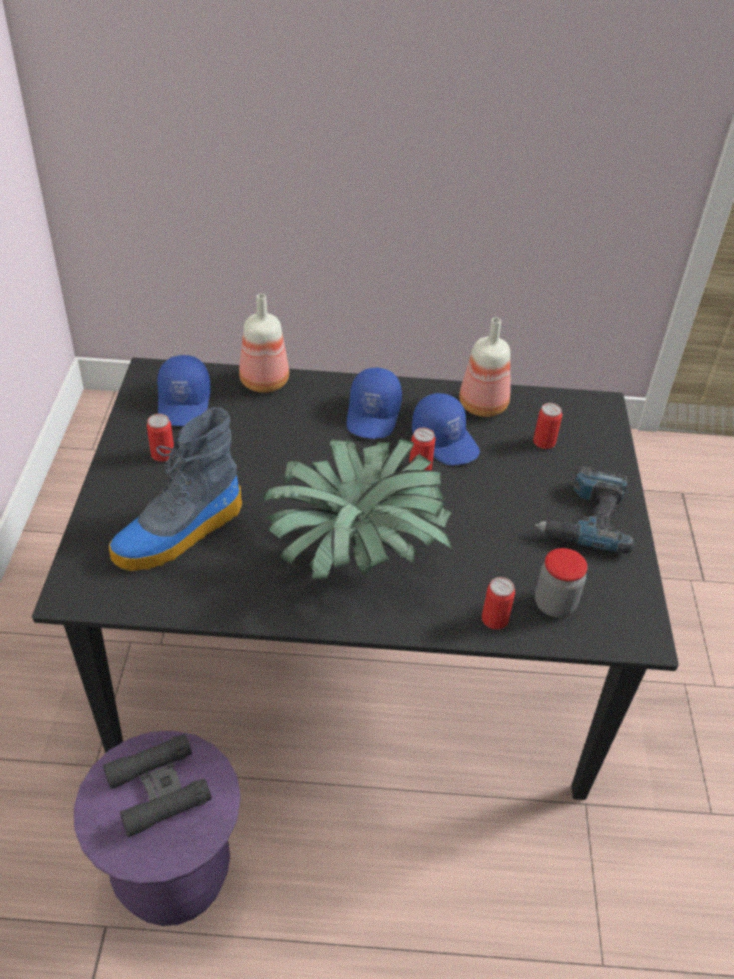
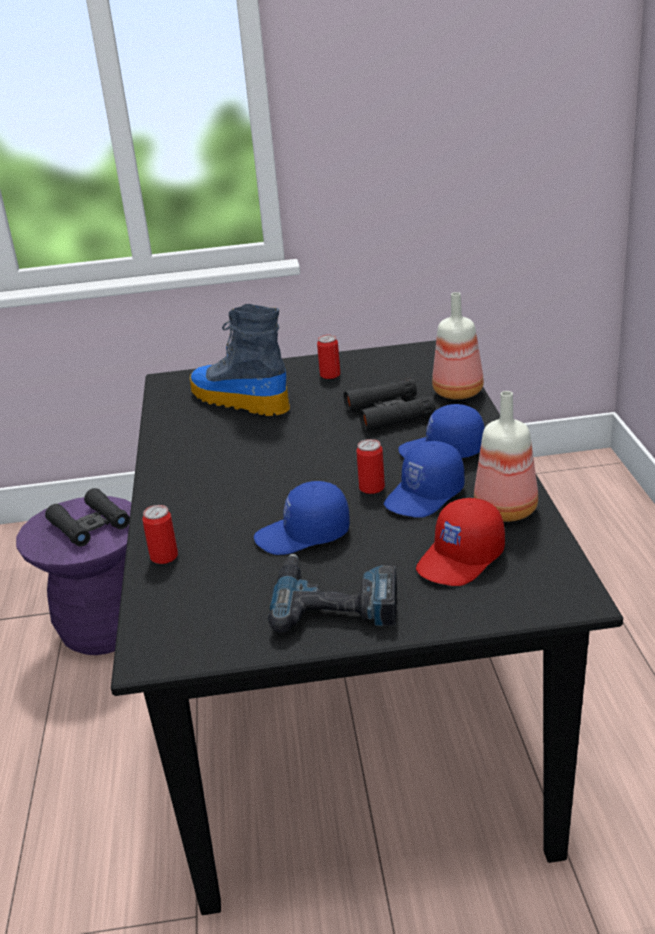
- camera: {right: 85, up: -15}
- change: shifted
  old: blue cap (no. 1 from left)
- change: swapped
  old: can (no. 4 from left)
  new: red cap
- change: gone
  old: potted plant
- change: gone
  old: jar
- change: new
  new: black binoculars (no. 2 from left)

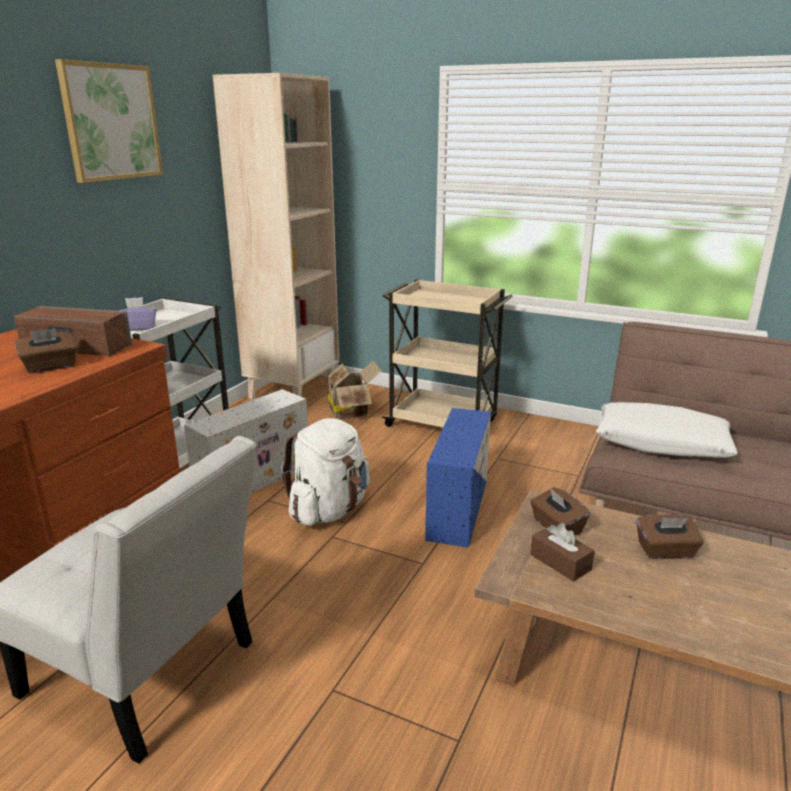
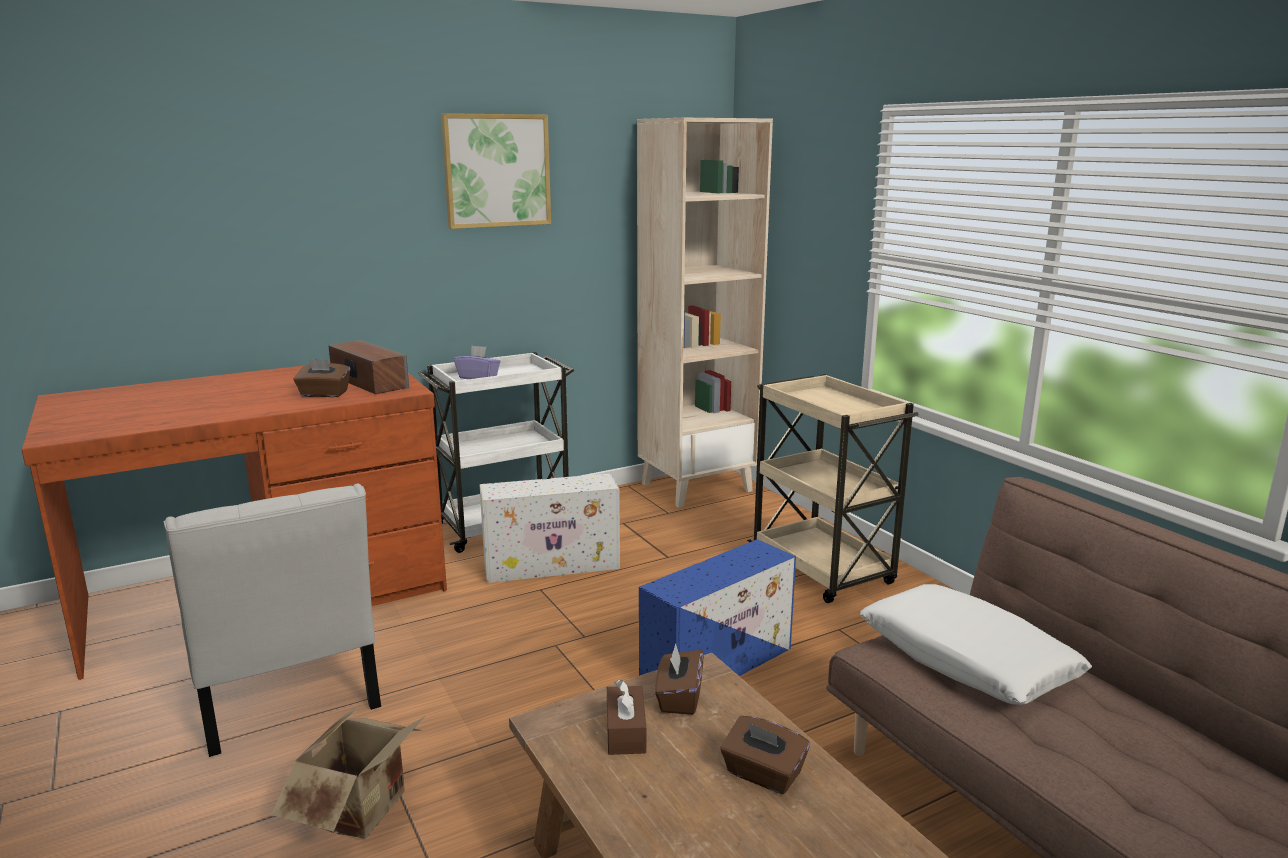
- camera: {right: 35, up: -5}
- change: shifted
  old: cardboard box
- change: gone
  old: white backpack

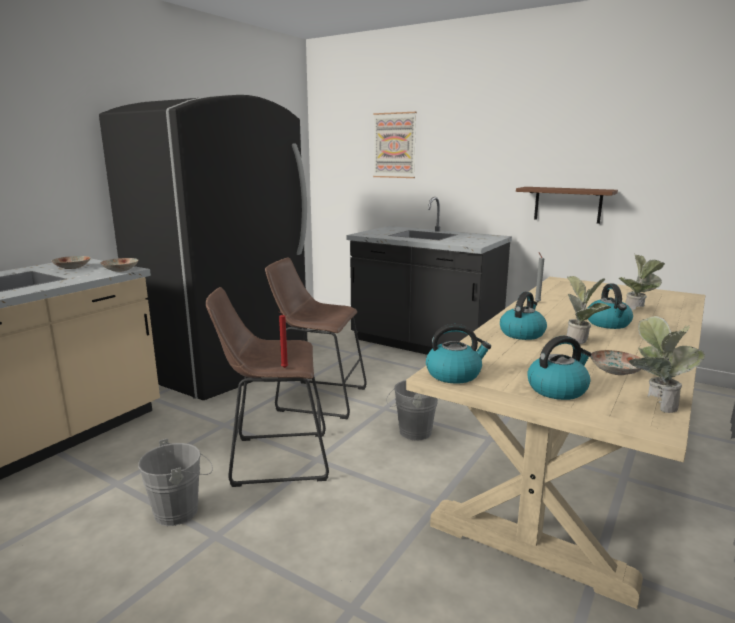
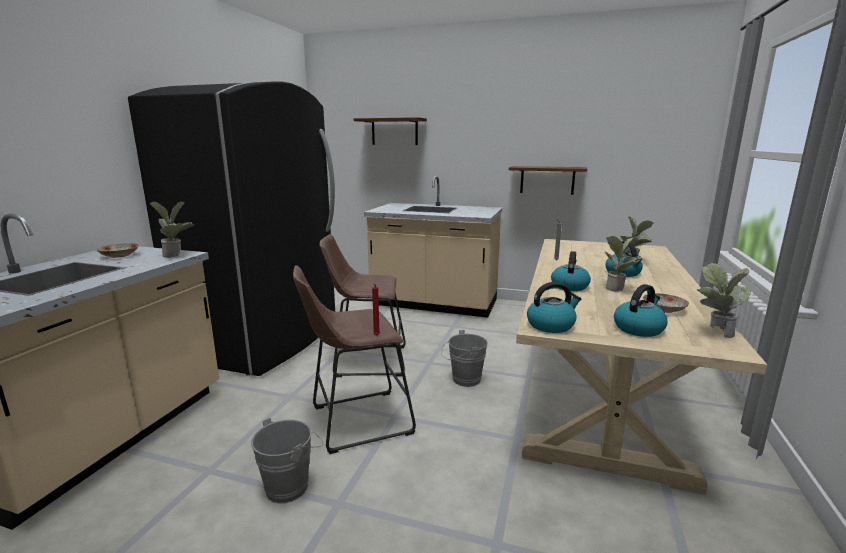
- camera: {right: -15, up: 0}
- change: swapped
  old: picture
  new: brown shelf (no. 1 from left)
- change: repainted
  old: black counter
  new: beige counter (no. 2 from left)
- change: swapped
  old: plate (no. 2 from left)
  new: potted plant (no. 1 from left)

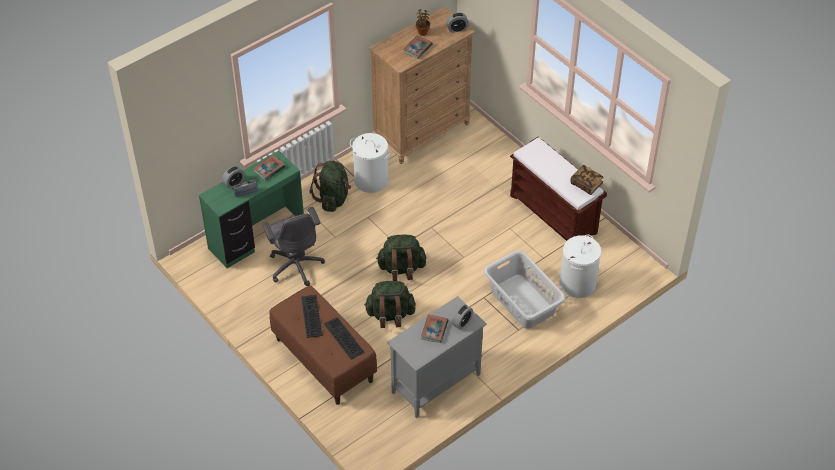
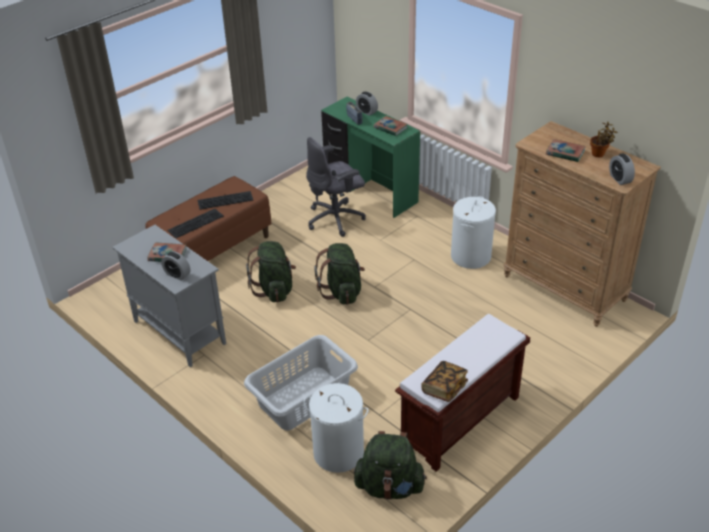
- camera: {right: 85, up: -10}
- change: shifted
  old: green backpack (no. 1 from left in the first image)
  new: green backpack (no. 3 from left)

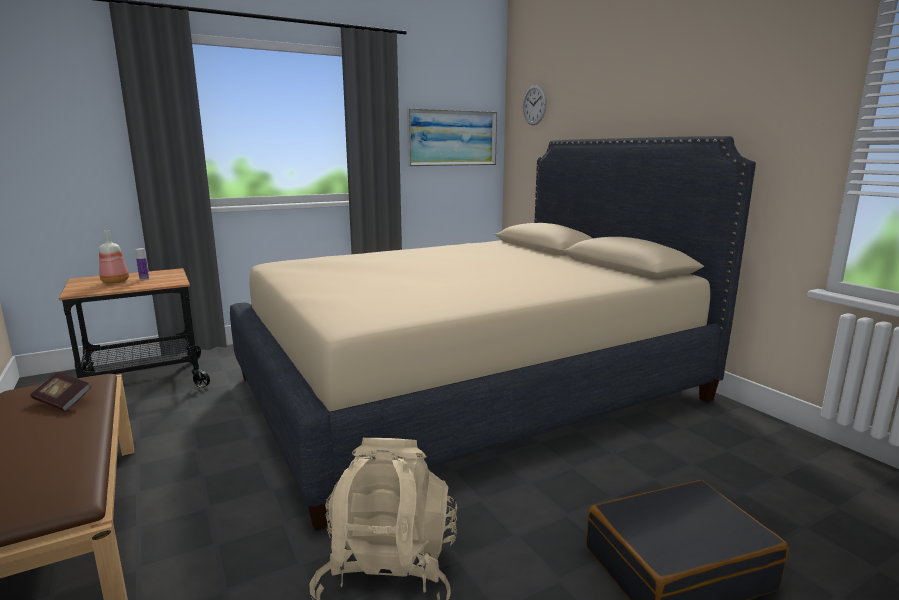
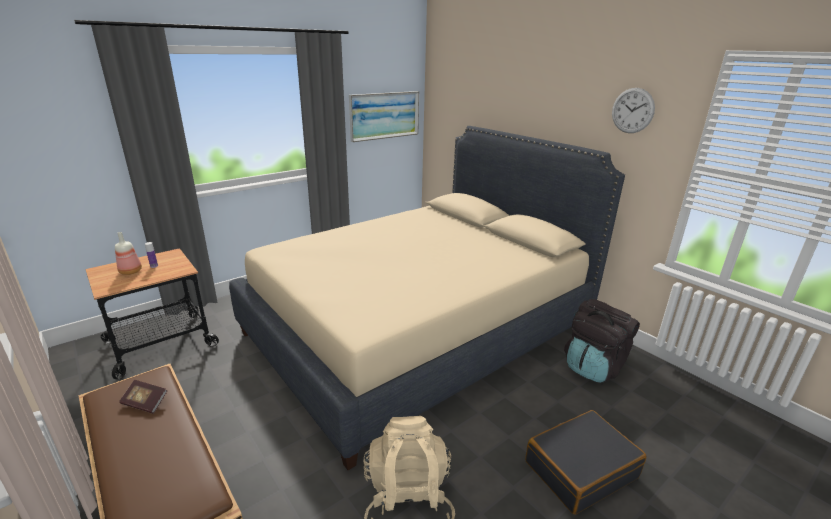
- camera: {right: -10, up: 10}
- change: shifted
  old: wall clock
- change: new
  new: black backpack

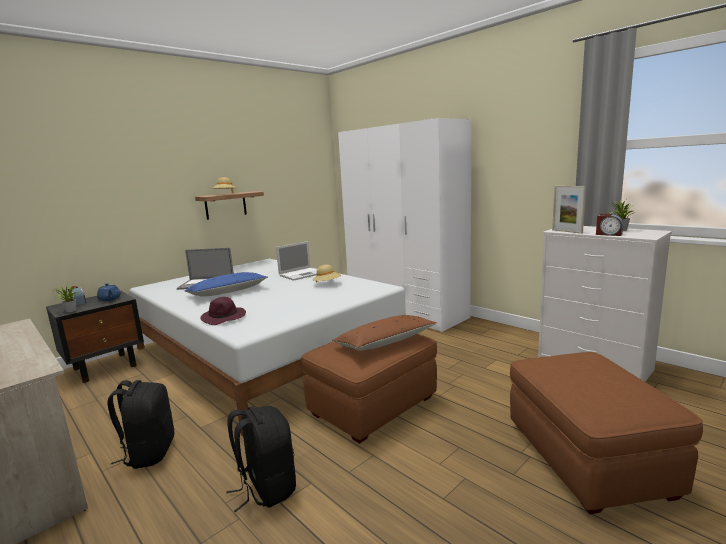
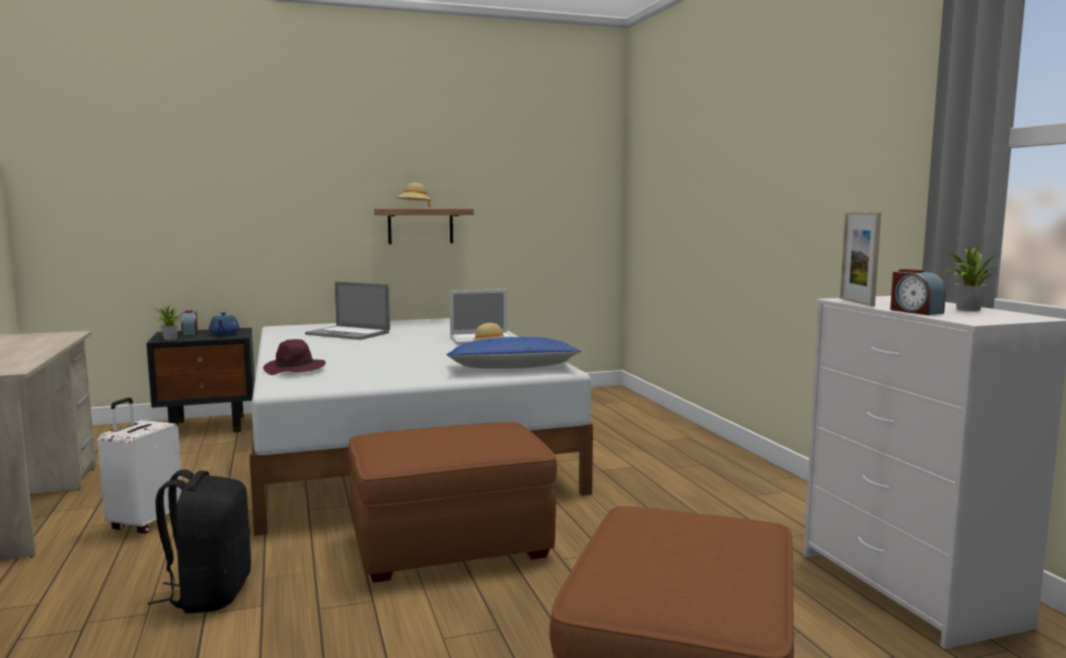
- camera: {right: 25, up: -5}
- change: gone
  old: white wardrobe
- change: shifted
  old: blue pillow
- change: gone
  old: brown pillow
- change: swapped
  old: black backpack (no. 1 from left)
  new: white suitcase

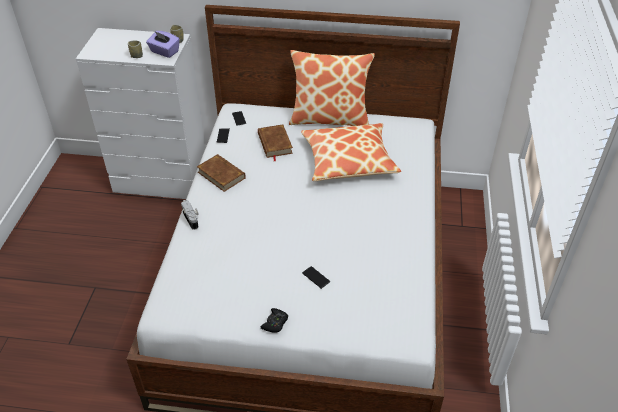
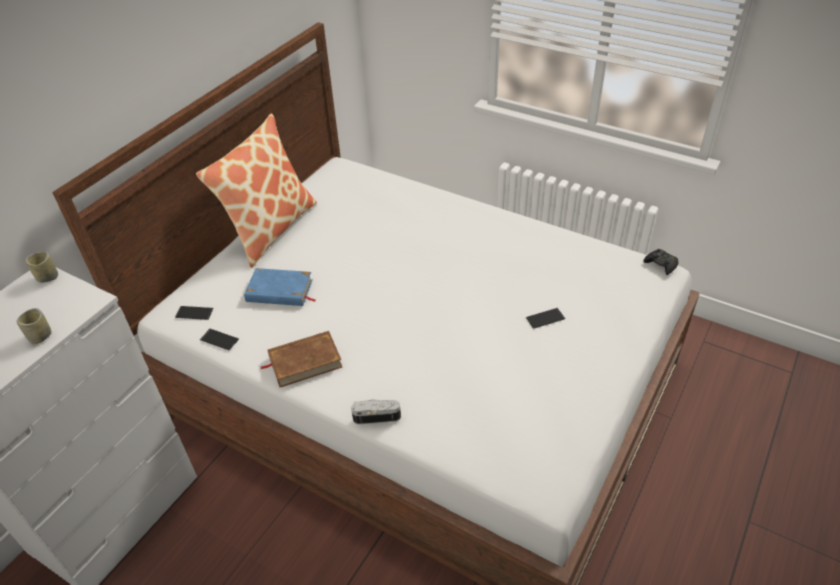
- camera: {right: -65, up: 0}
- change: gone
  old: purple tissue box
- change: gone
  old: pillow (no. 2 from left)
- change: repainted
  old: brown book (no. 2 from left)
  new: blue book
- change: shifted
  old: black game controller

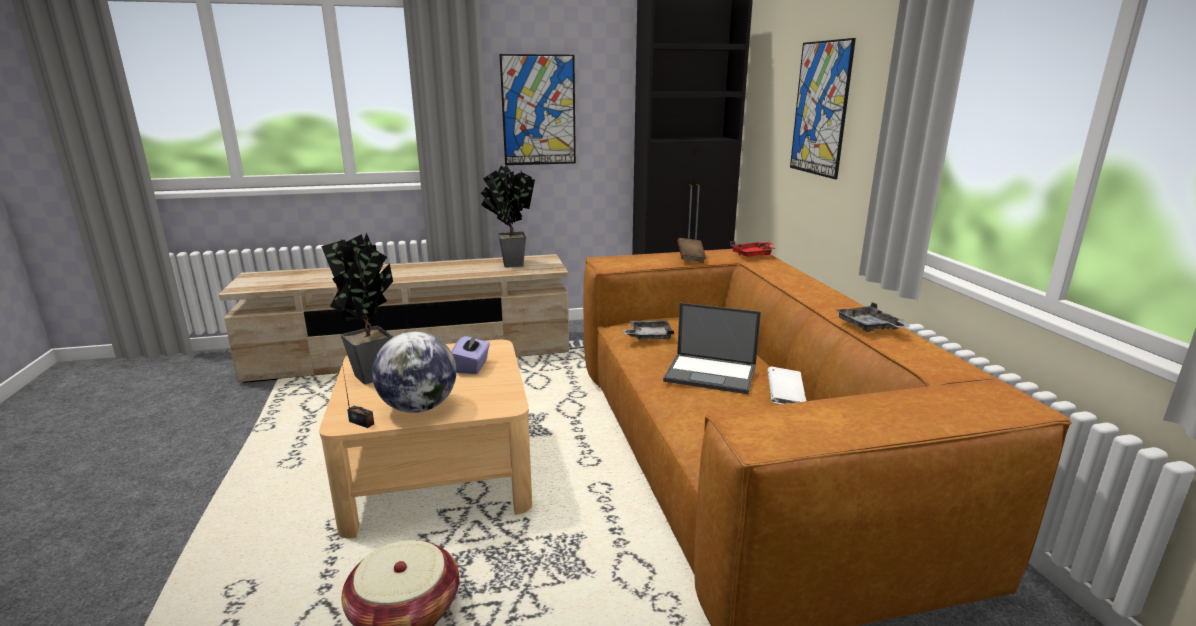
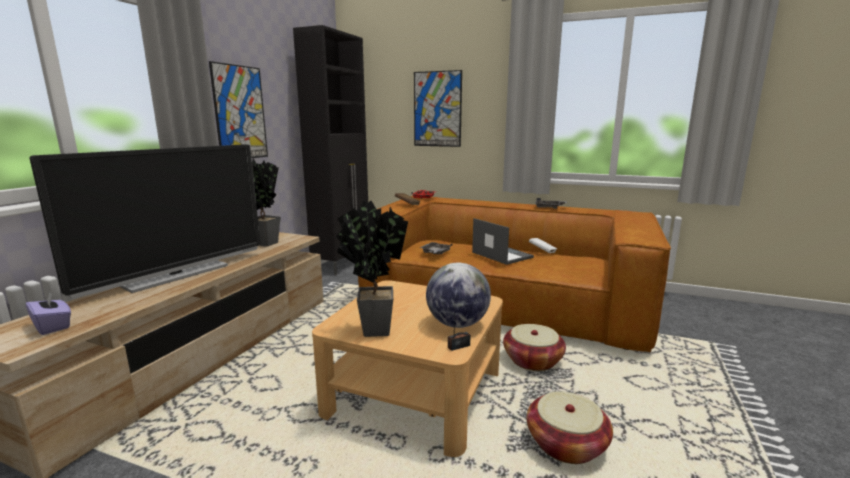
- camera: {right: -55, up: -5}
- change: rotated
  old: laptop
  degrees: -90
- change: shifted
  old: purple tissue box
- change: new
  new: television
- change: new
  new: basket (no. 1 from left)

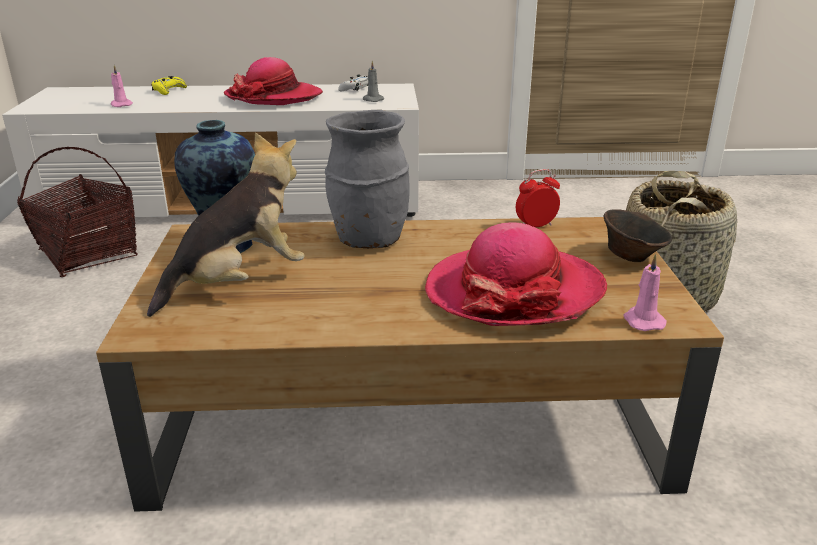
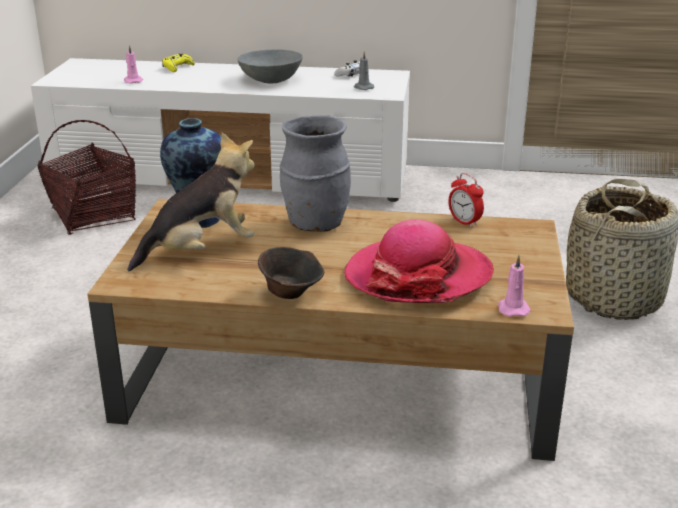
- camera: {right: 10, up: 0}
- change: swapped
  old: hat (no. 1 from left)
  new: grey bowl
- change: rotated
  old: alarm clock
  degrees: -120
- change: shifted
  old: brown bowl

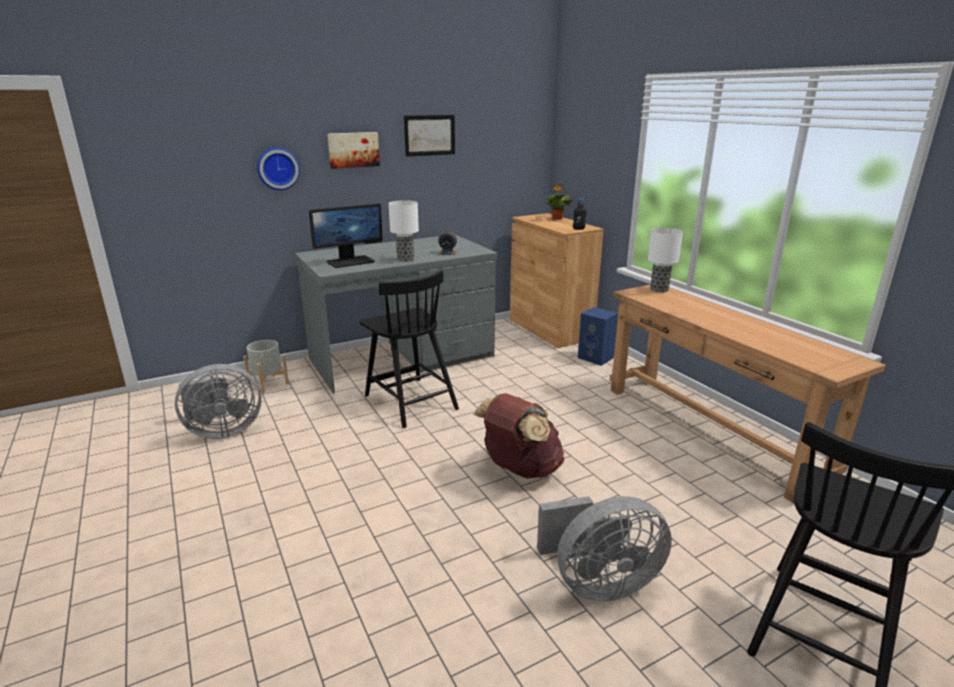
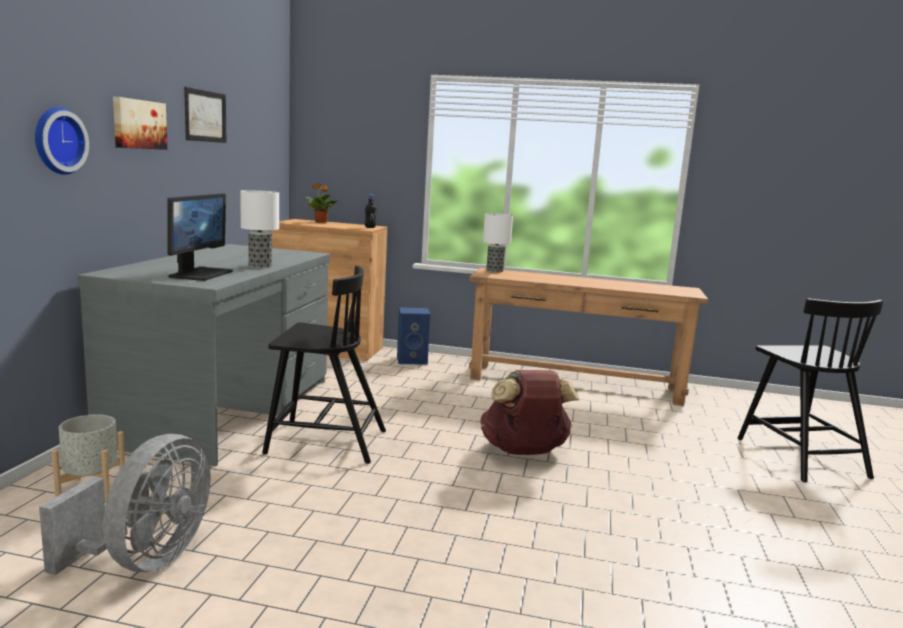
- camera: {right: -50, up: -10}
- change: gone
  old: alarm clock
- change: gone
  old: grey fan (no. 2 from left)

